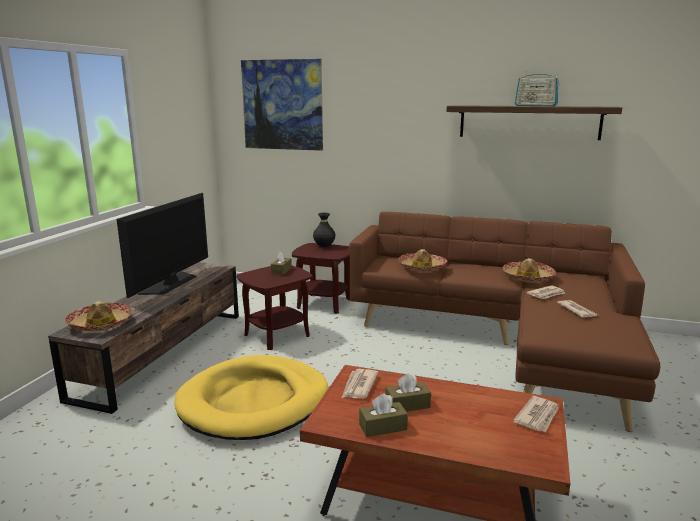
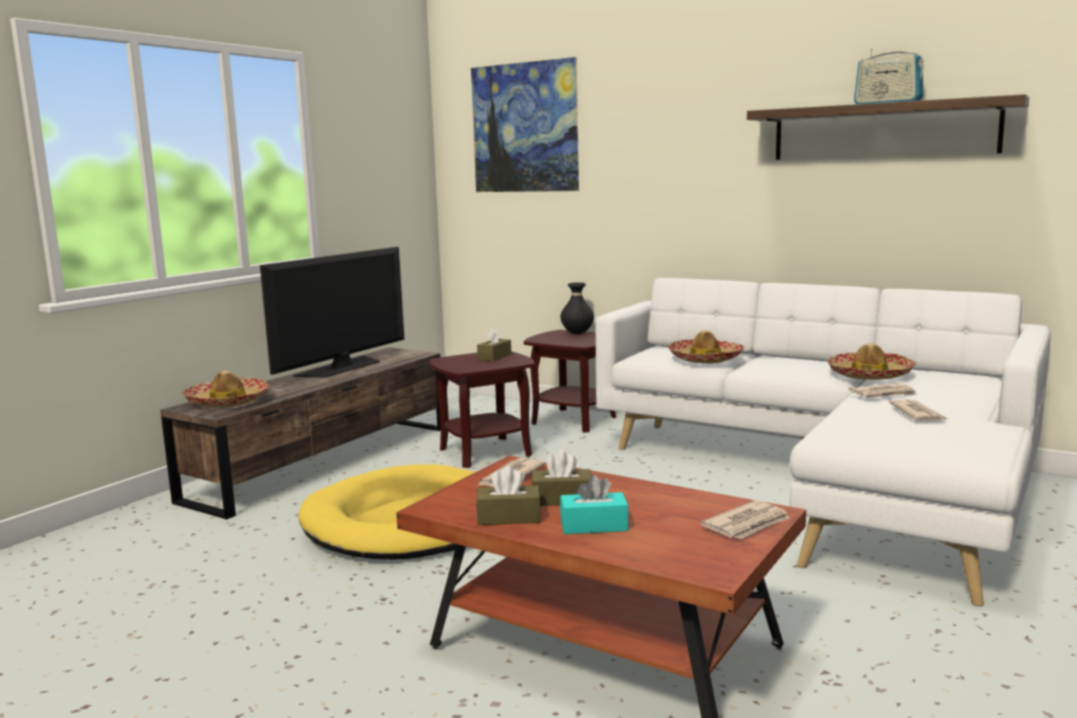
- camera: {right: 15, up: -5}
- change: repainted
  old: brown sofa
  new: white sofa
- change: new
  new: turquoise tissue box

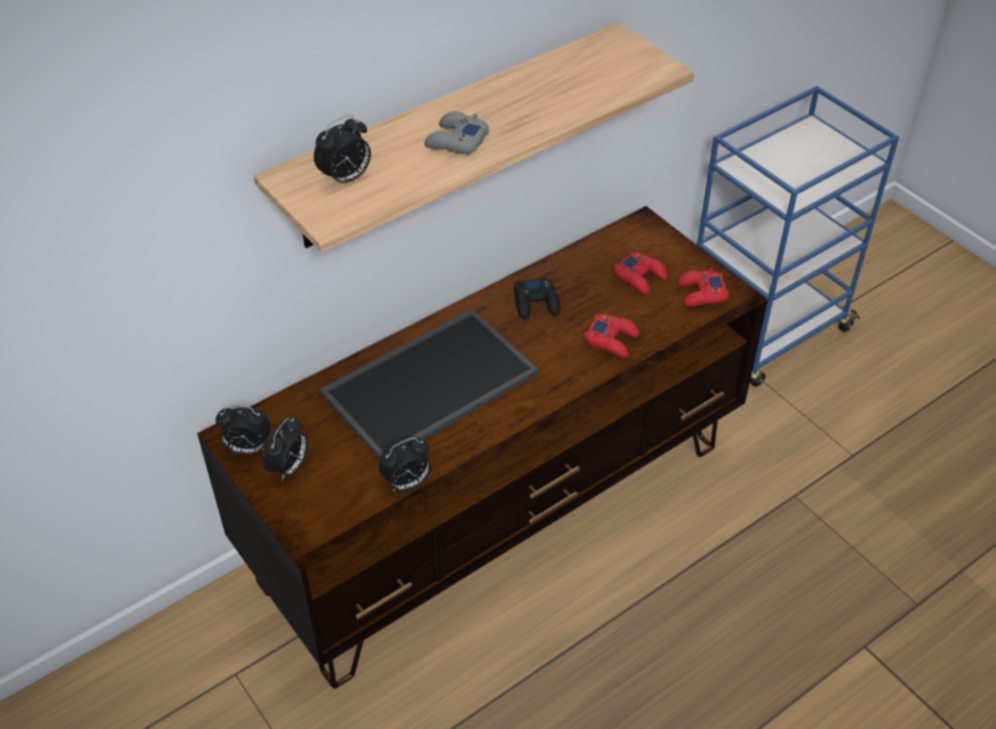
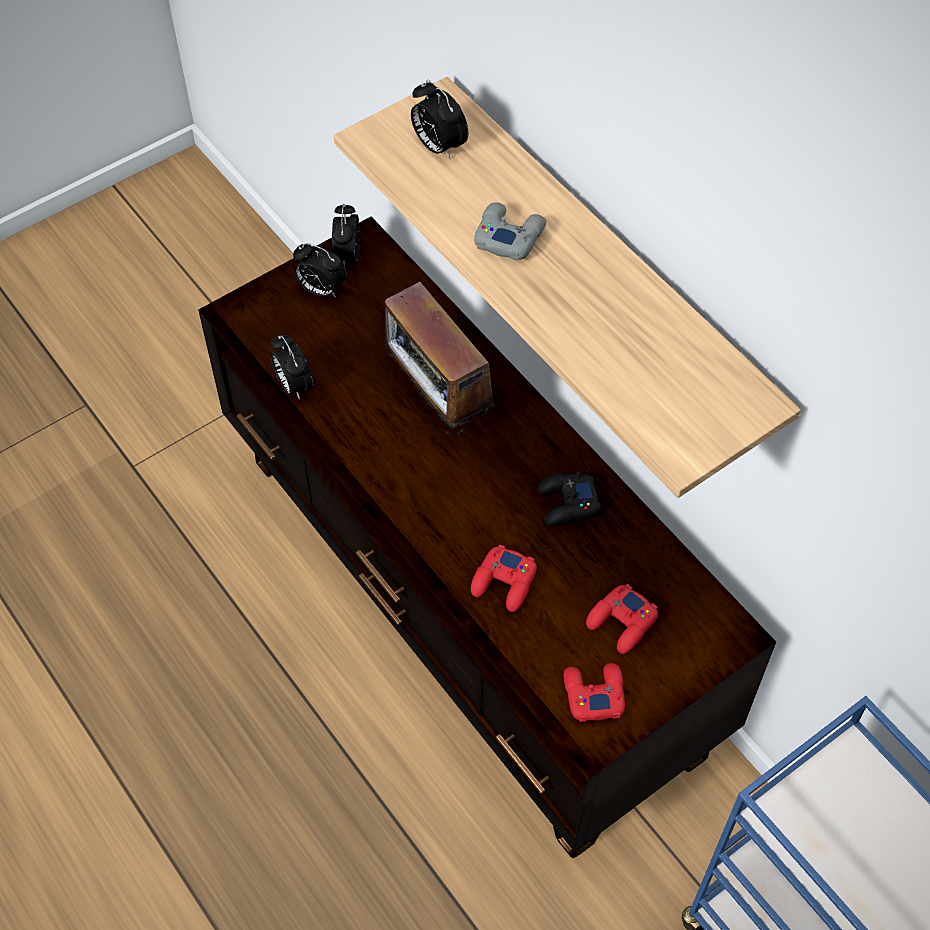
- camera: {right: 90, up: 10}
- change: swapped
  old: tray
  new: radio

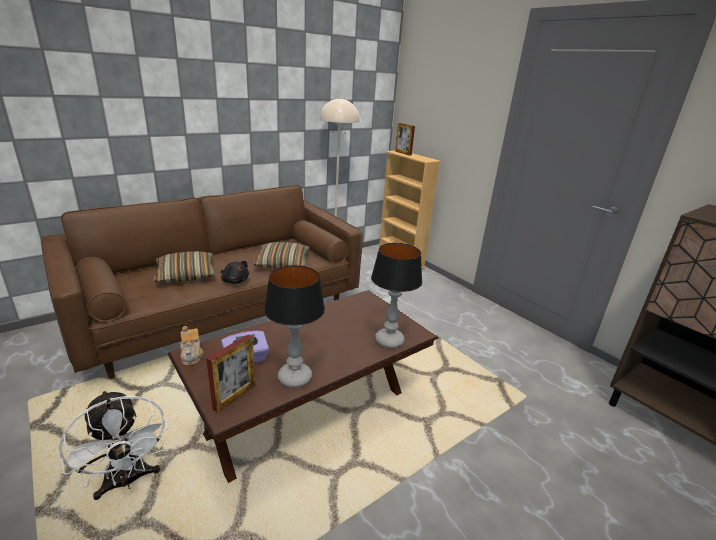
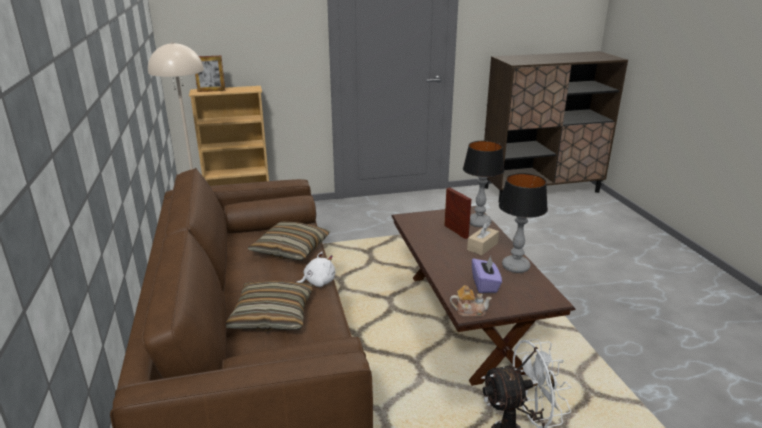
- camera: {right: -65, up: 0}
- change: repainted
  old: black plush toy
  new: white plush toy
- change: shifted
  old: picture frame (no. 1 from left in the first image)
  new: picture frame (no. 2 from left)
- change: new
  new: beige tissue box

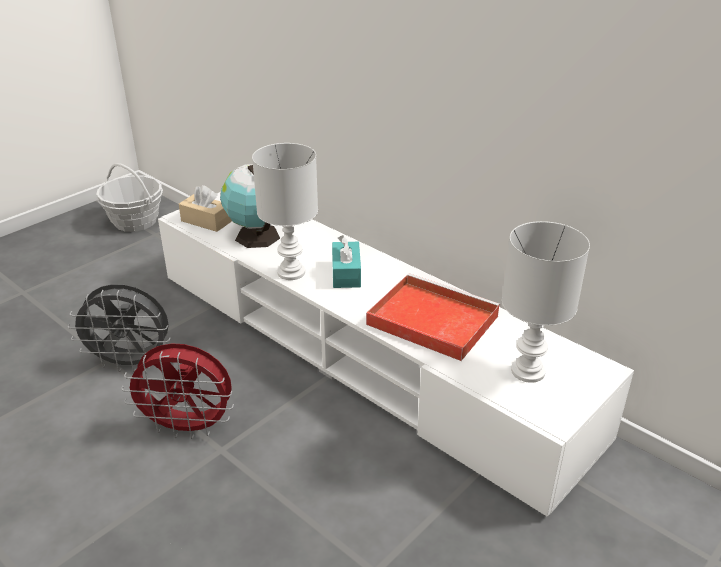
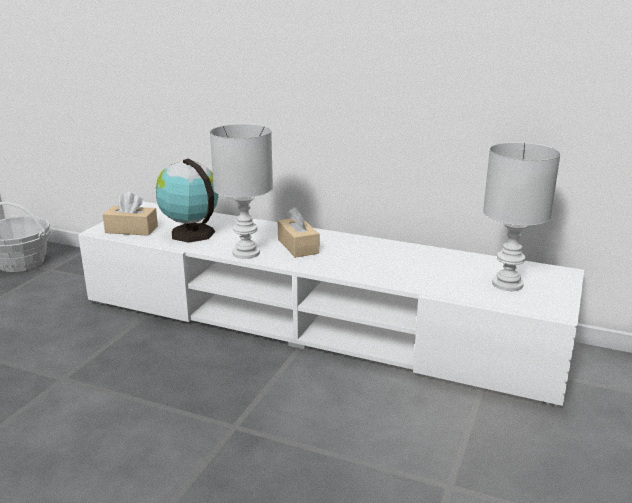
- camera: {right: -20, up: -10}
- change: repainted
  old: turquoise tissue box
  new: beige tissue box (no. 2 from left)
- change: gone
  old: red tray
- change: gone
  old: grey fan
- change: gone
  old: red fan

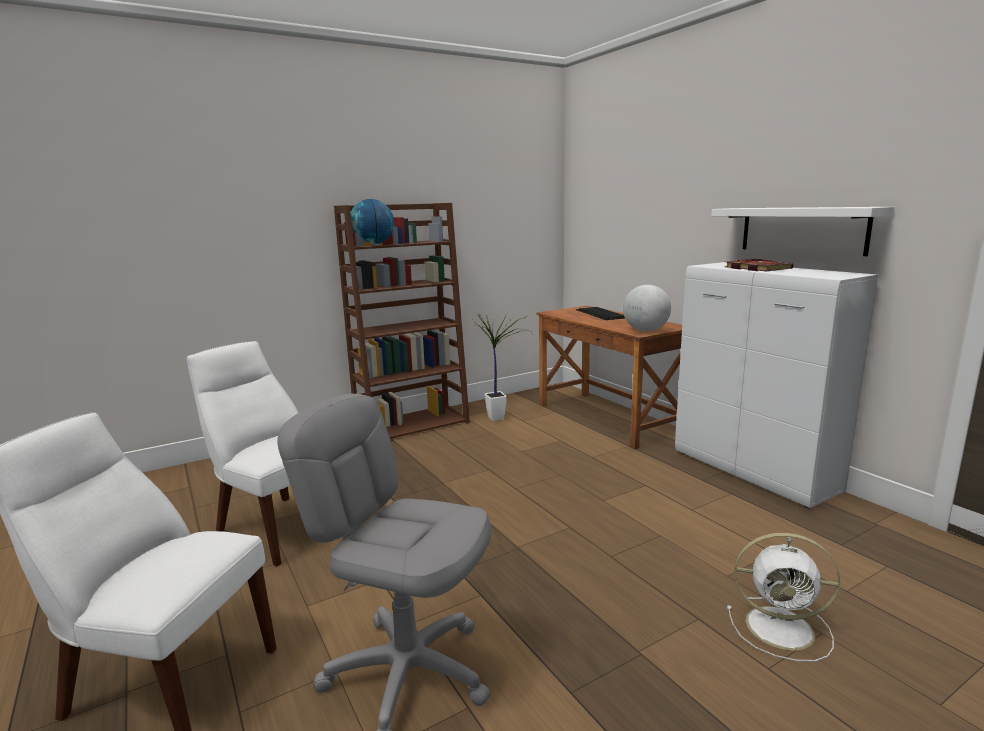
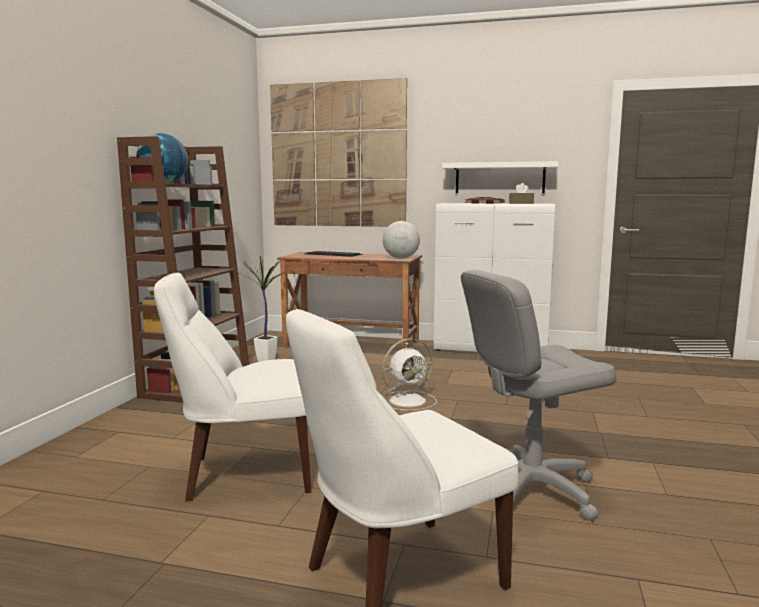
- camera: {right: -45, up: -5}
- change: shifted
  old: white fan
- change: new
  new: picture
- change: new
  new: brown tissue box

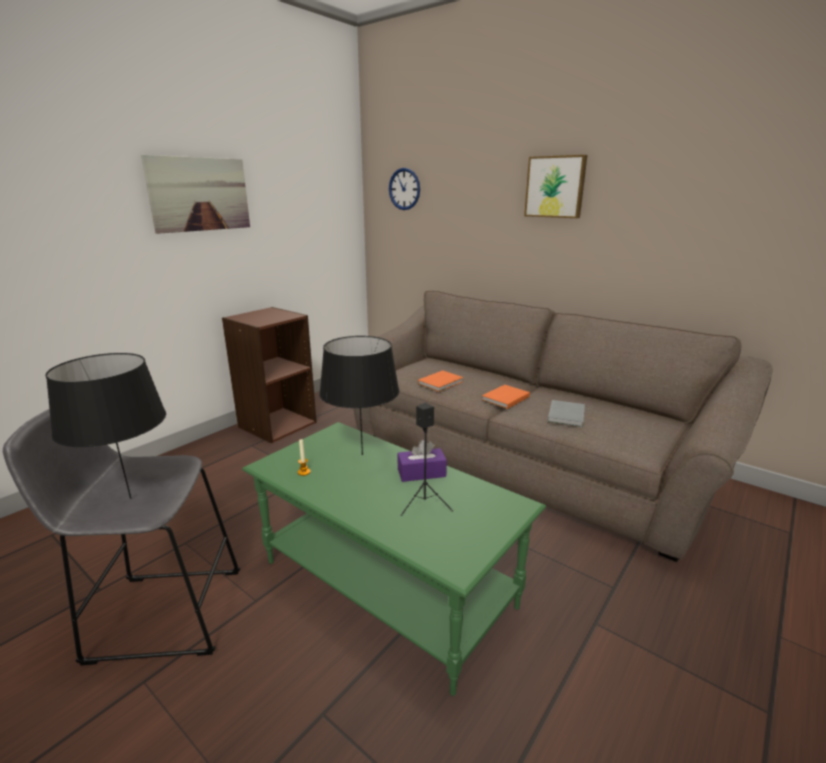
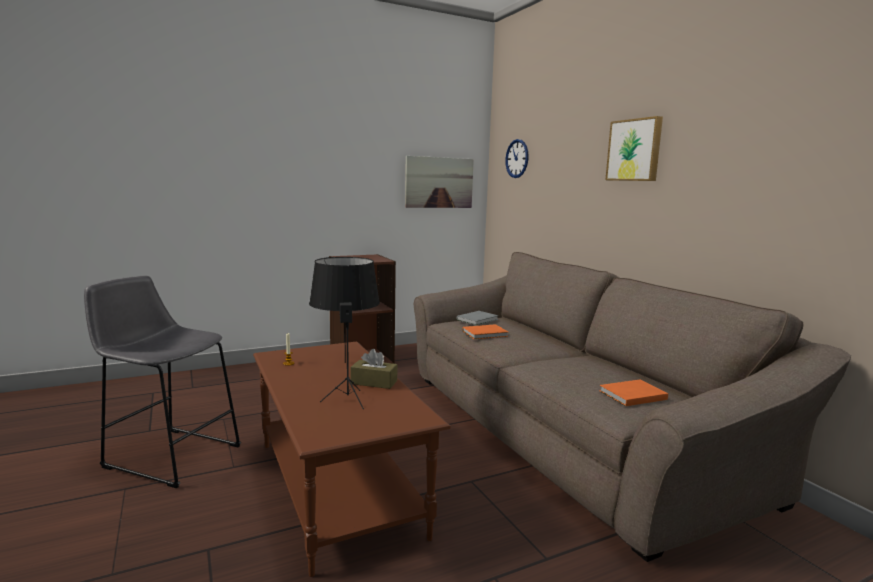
- camera: {right: 25, up: -10}
- change: shifted
  old: picture (no. 1 from left)
- change: gone
  old: black table lamp (no. 1 from left)
- change: shifted
  old: orange book (no. 2 from left)
- change: shifted
  old: grey book
- change: repainted
  old: green coffee table
  new: brown coffee table
- change: repainted
  old: purple tissue box
  new: brown tissue box

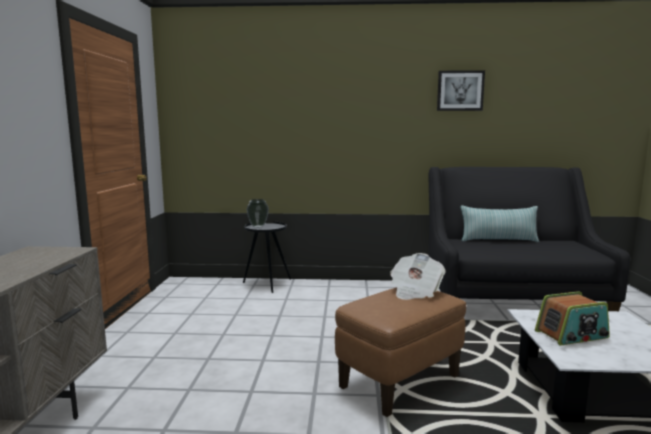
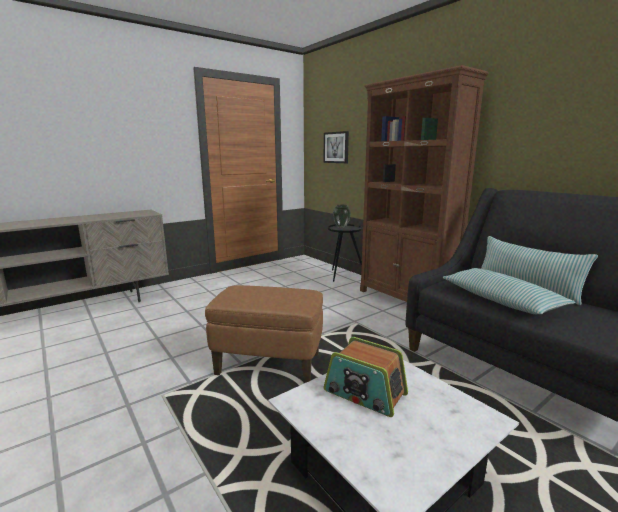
- camera: {right: 50, up: 5}
- change: shifted
  old: picture
- change: gone
  old: newspaper
- change: new
  new: brown bookcase
- change: new
  new: pillow (no. 1 from left)

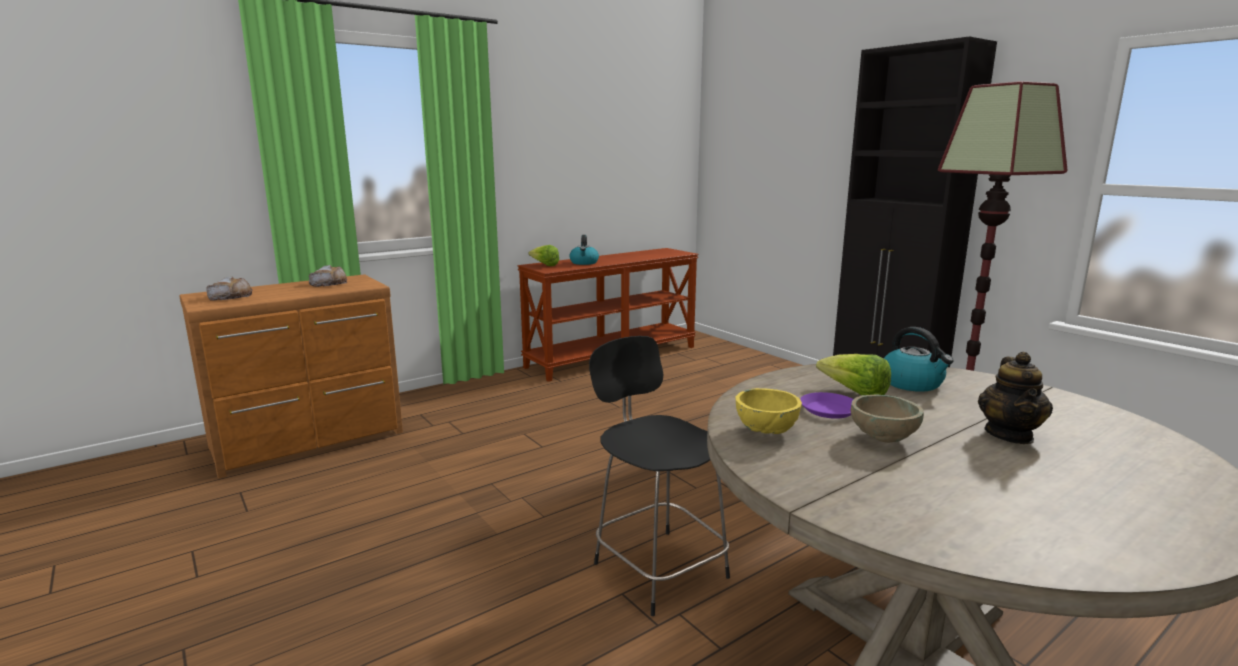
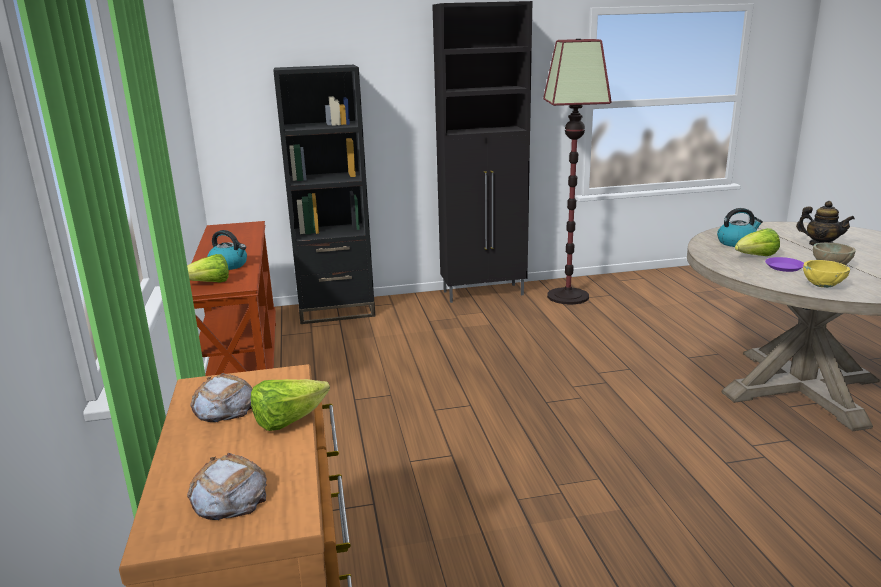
- camera: {right: -65, up: 5}
- change: gone
  old: black stool
- change: new
  new: black bookcase
- change: new
  new: lettuce (no. 2 from left)

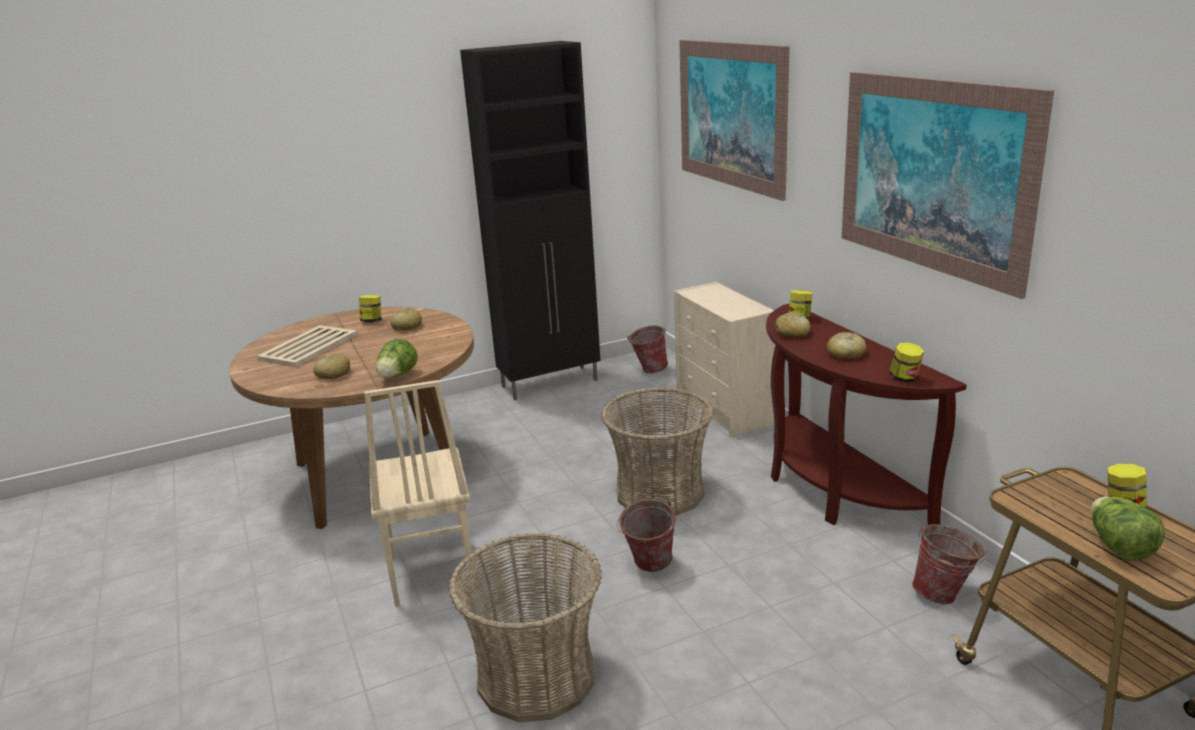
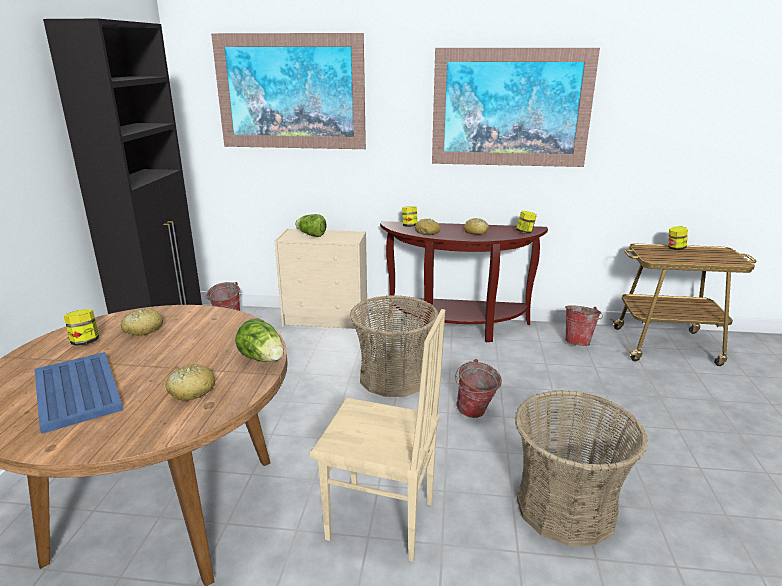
- camera: {right: -60, up: 0}
- change: repainted
  old: beige tray
  new: blue tray
- change: shifted
  old: lettuce (no. 2 from left)

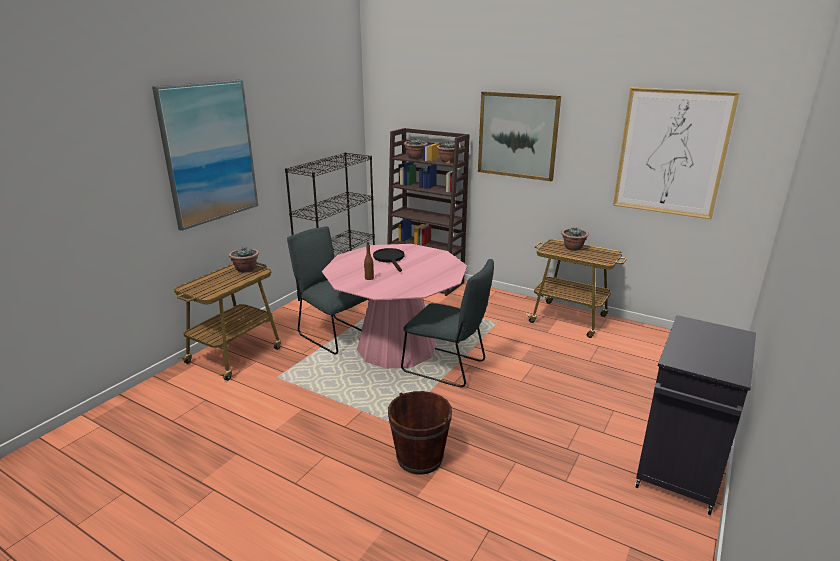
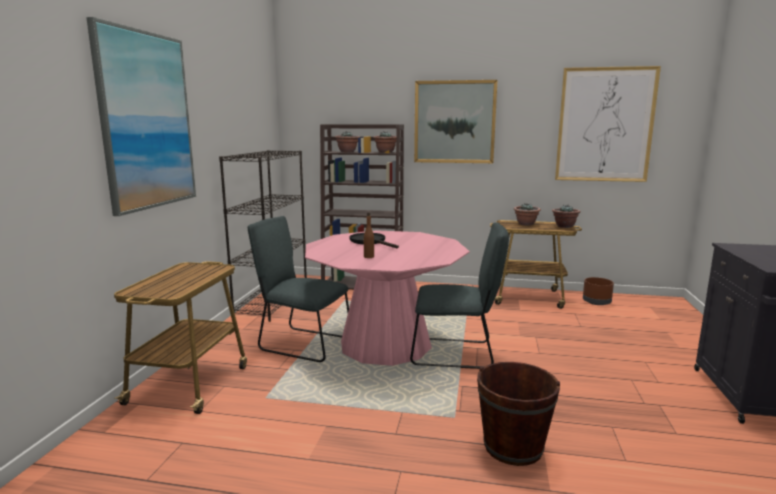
- camera: {right: -20, up: -10}
- change: shifted
  old: potted plant (no. 1 from left in the first image)
  new: potted plant (no. 4 from left)
- change: new
  new: brown planter

